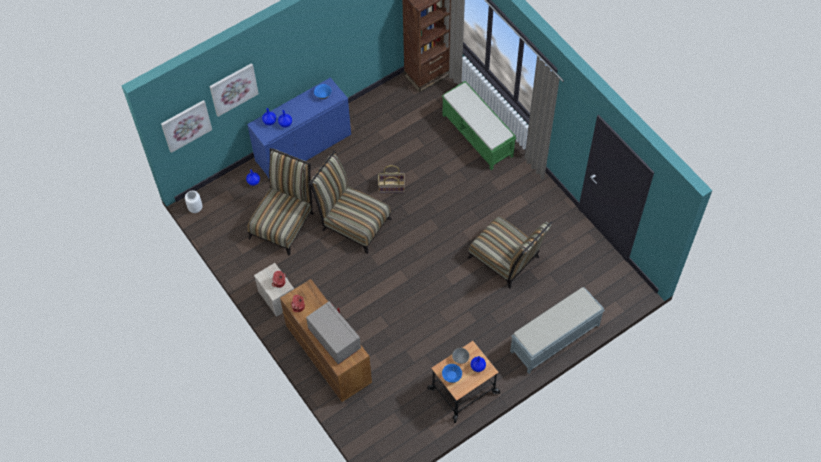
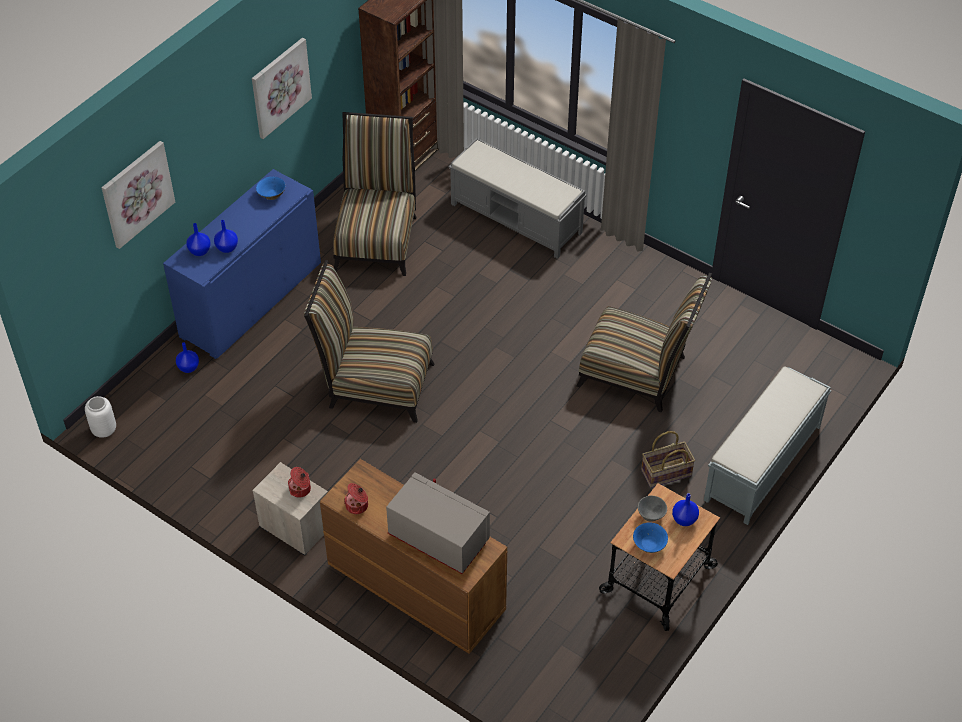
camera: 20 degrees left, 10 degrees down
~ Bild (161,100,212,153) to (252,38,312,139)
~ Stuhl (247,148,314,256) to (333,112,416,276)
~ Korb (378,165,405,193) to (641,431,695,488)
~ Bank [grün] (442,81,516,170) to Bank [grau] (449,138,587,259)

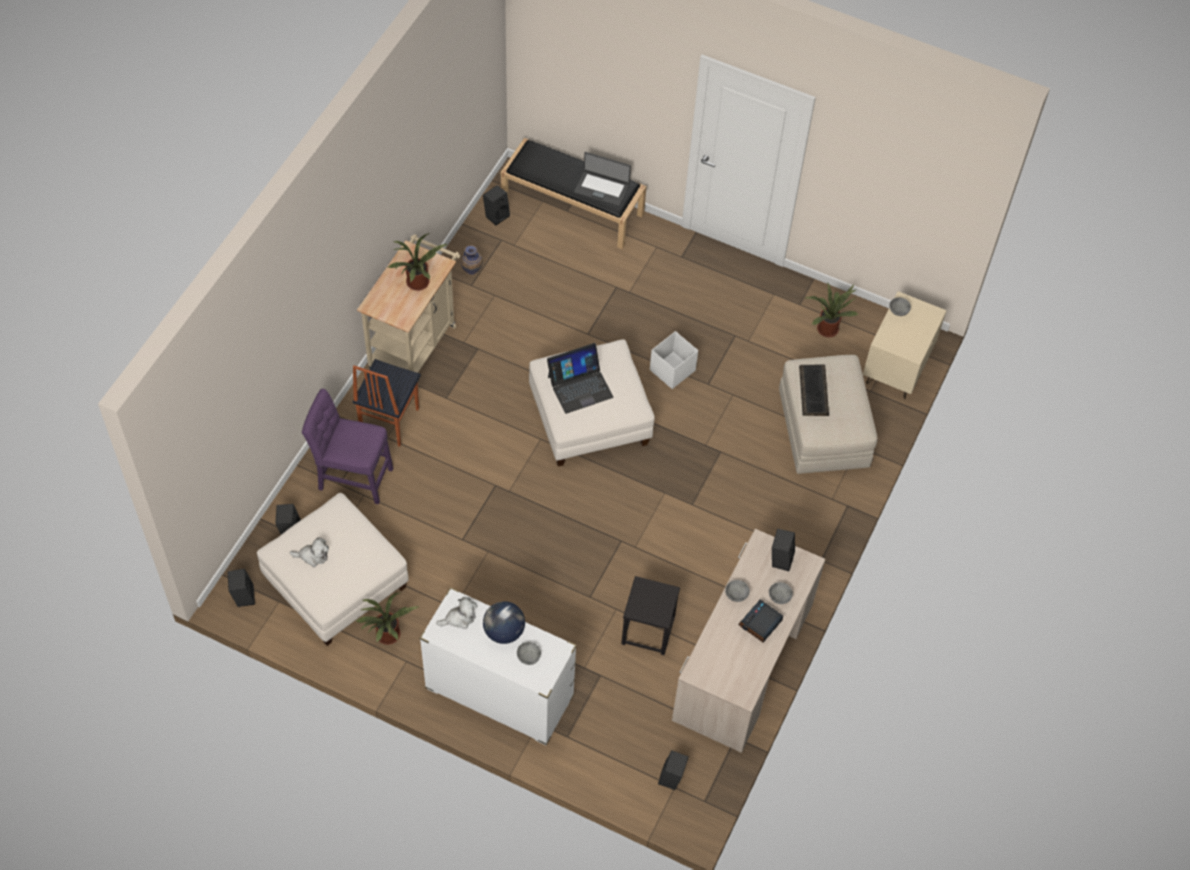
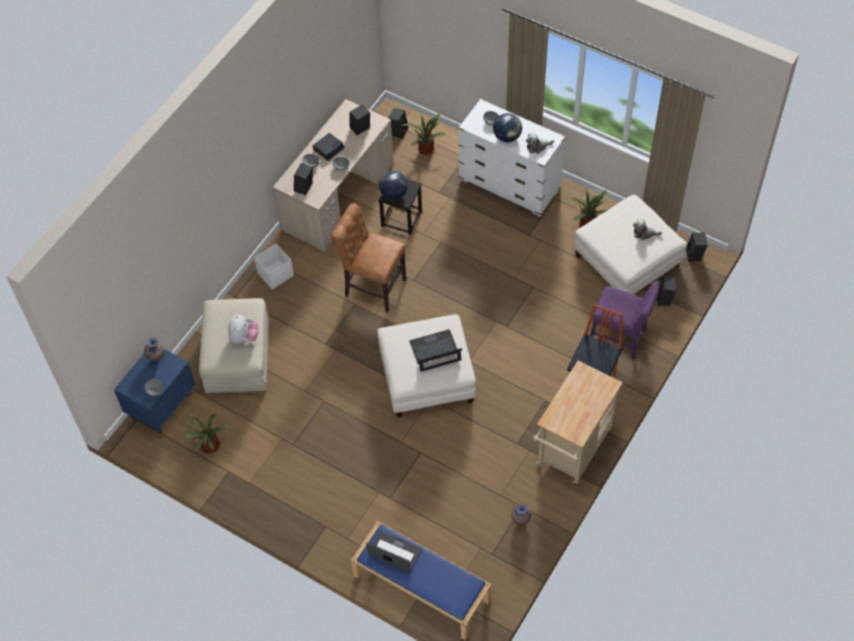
camera: 170 degrees left, 0 degrees up
+ Vase (144,337,164,361)
+ Stuhl [braun] (331,203,406,313)
+ Globus (379,171,408,200)
~ Topfpflanze (387,233,447,291) to (403,112,447,155)
~ Lautsprecher [schwarz] (483,185,510,225) to (349,104,370,135)
~ Aufbewahrungsbox [weiß] (650,331,698,389) to (254,244,294,290)
~ Tastatur (799,365,829,416) to Plüschtier (228,315,259,344)
~ Bank [schwarz] (501,138,646,249) to Bank [blau] (351,521,491,641)
~ Nachttisch [beige] (863,291,947,399) to Nachttisch [blau] (114,349,195,433)

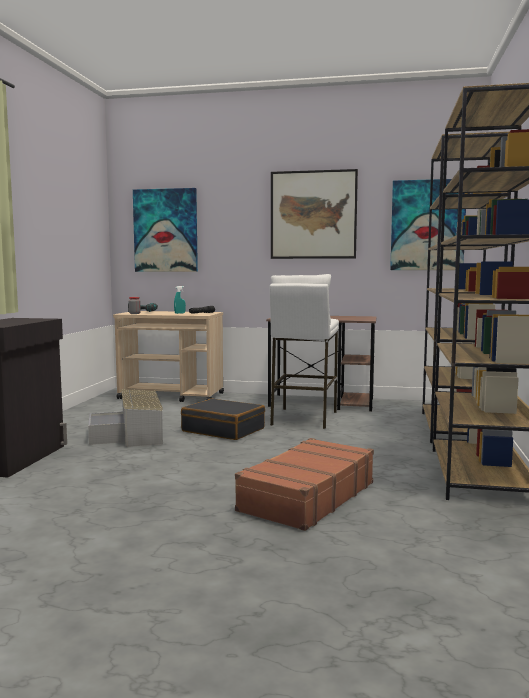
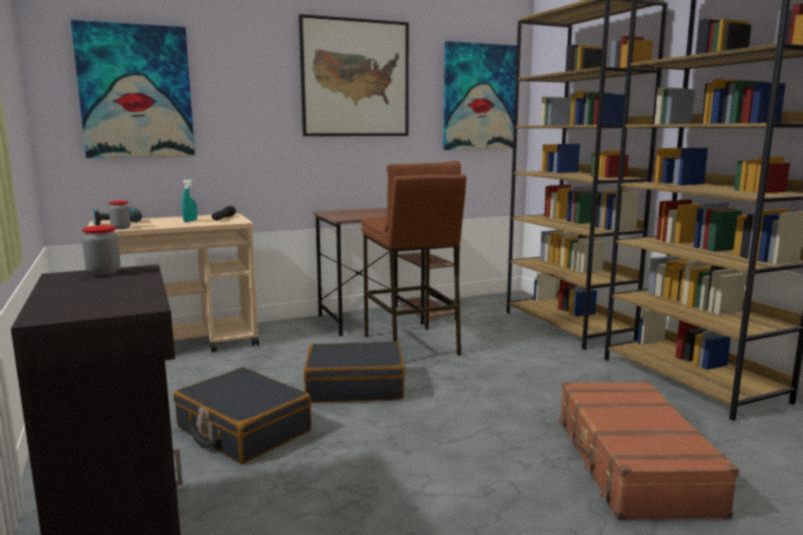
camera: 35 degrees left, 5 degrees up
+ Vorratsglas (82,225,120,276)
~ Aufbewahrungsbox [grau] (88,389,163,447) to Koffer [schwarz] (173,367,312,464)
~ Hocker [weiß] (270,274,339,429) to Hocker [braun] (361,161,467,356)

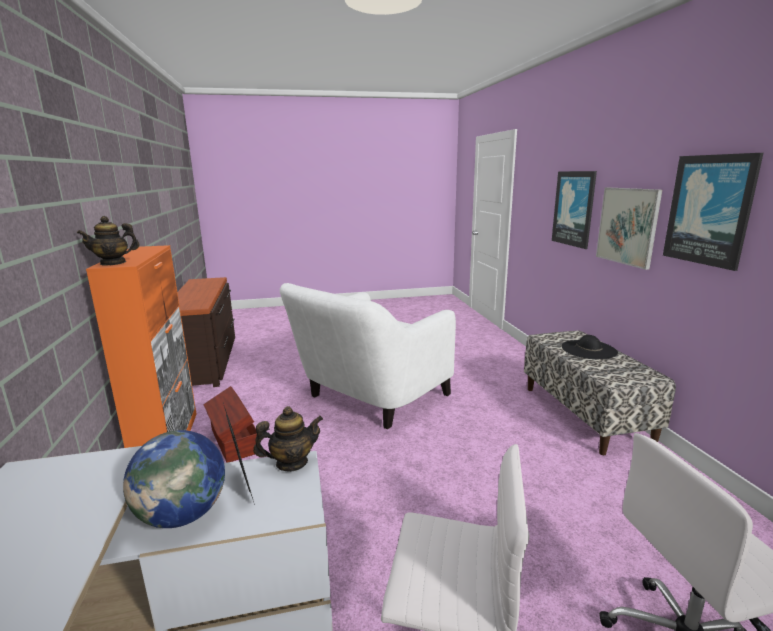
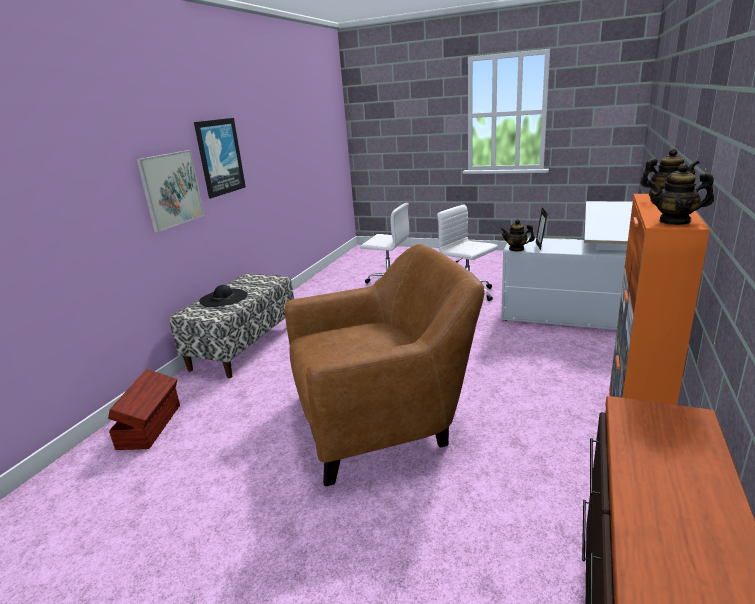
camera: 145 degrees left, 5 degrees up
- Globus (123,430,225,528)
- Bild (552,171,597,249)
+ Teekanne (646,163,714,225)
~ Aufbewahrungsbox [braun] (203,386,257,463) to (108,369,180,450)
~ Sessel [weiß] (280,283,456,429) to Sessel [braun] (285,244,485,486)

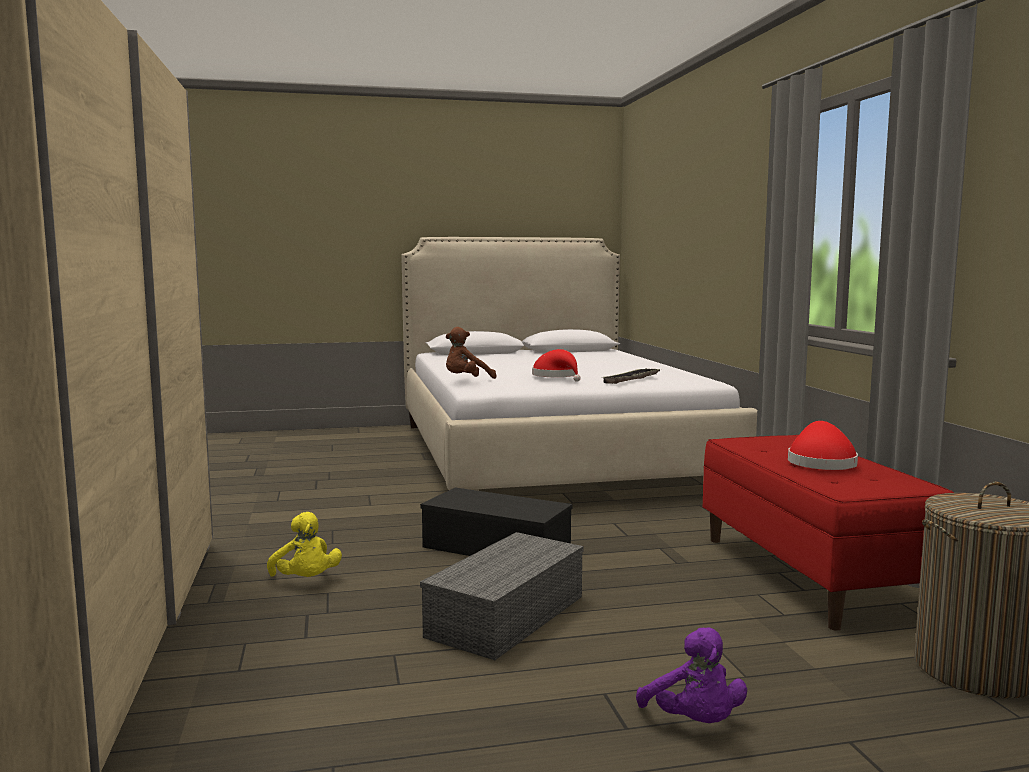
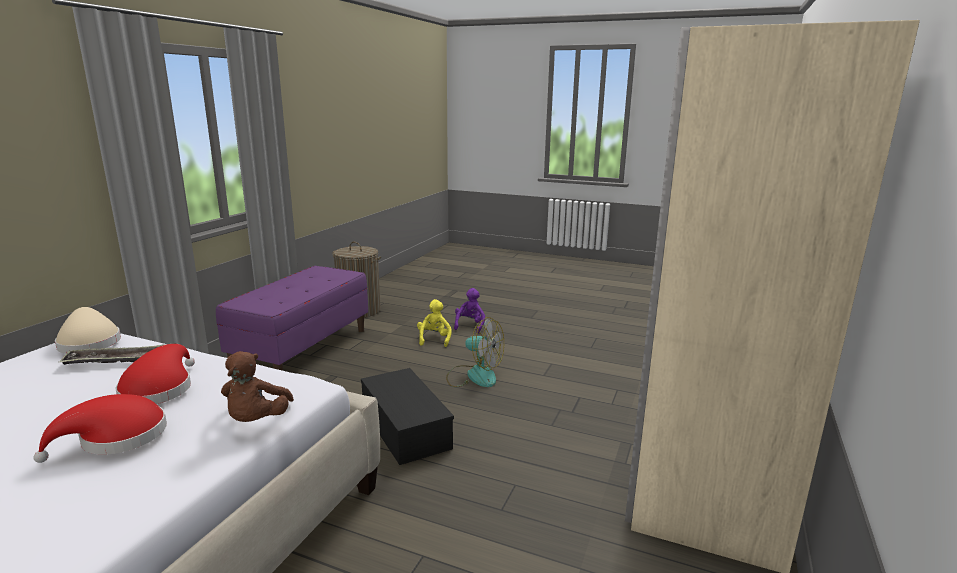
camera: 145 degrees left, 10 degrees up
+ Hut [beige] (55,307,121,354)
~ Plüschtier [gelb] (267,512,342,577) to (417,299,452,347)
~ Hut [rot] (788,421,858,470) to (33,394,167,463)
~ Aufbewahrungsbox [grau] (420,532,584,660) to Ventilator (446,317,504,387)
~ Bank [rot] (703,435,954,631) to Bank [lila] (216,266,368,371)
~ Plüschtier [braun] (446,327,496,379) = (221,351,294,422) 90 degrees clockwise

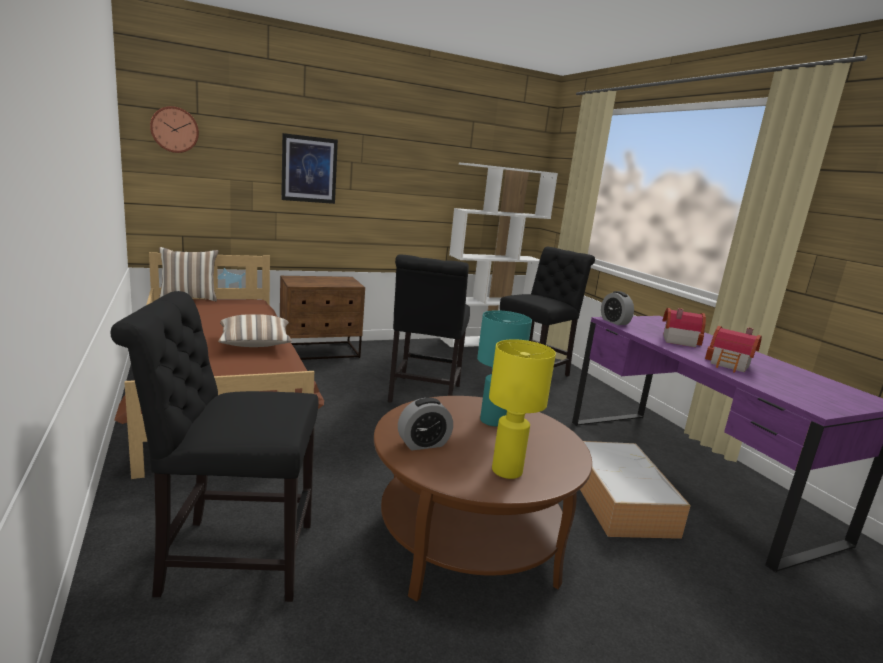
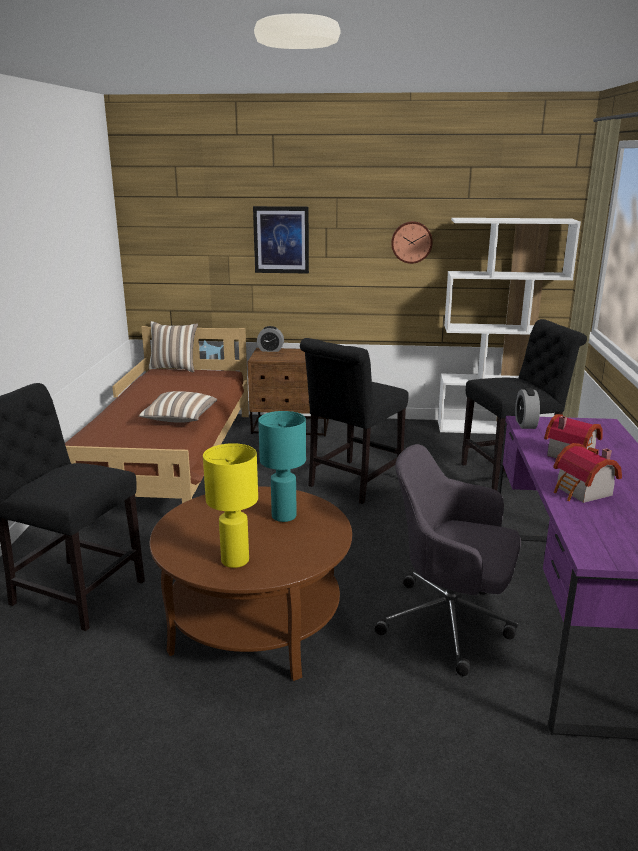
camera: 30 degrees right, 5 degrees up
~ Wanduhr (150,106,199,153) to (391,221,433,264)
~ Wecker (398,398,453,450) to (257,326,284,352)
~ Aufbewahrungsbox (580,441,691,539) to Bürostuhl [grau] (375,444,521,676)

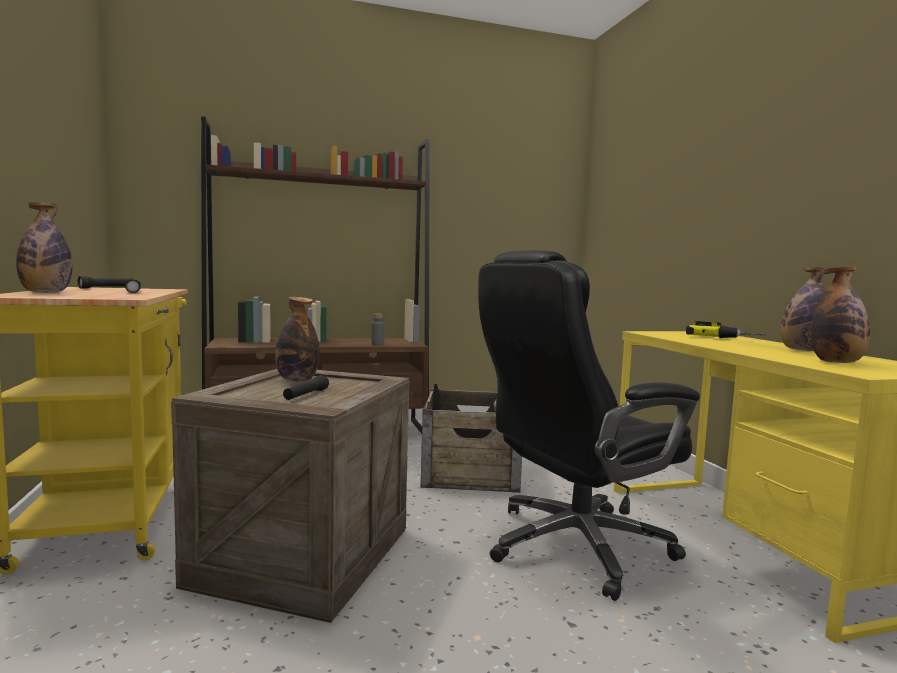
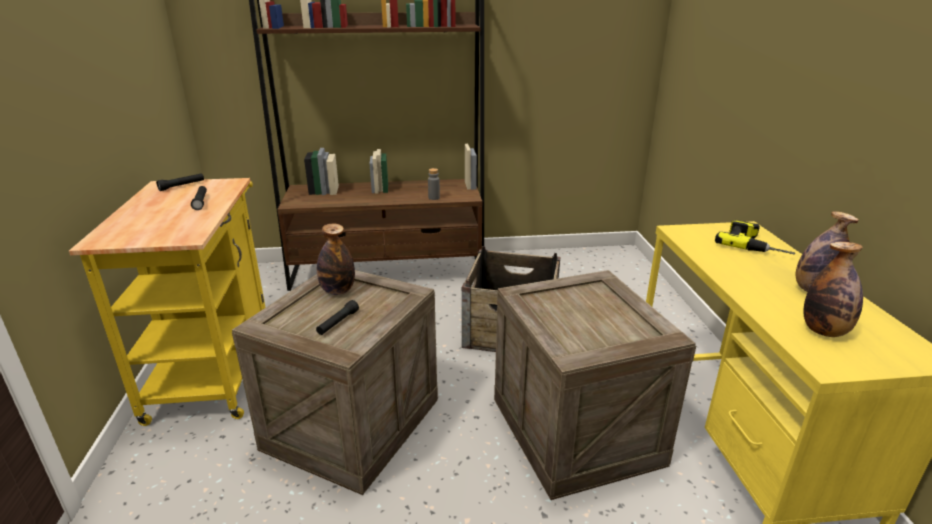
camera: 10 degrees right, 20 degrees up
- Flasche (16,202,72,293)
~ Bürostuhl [schwarz] (478,250,700,601) to Kiste (494,270,696,500)

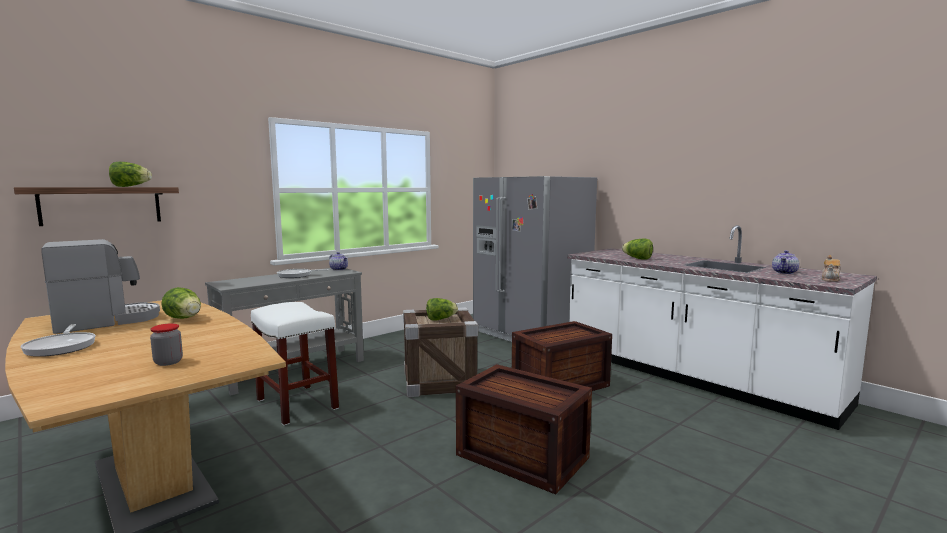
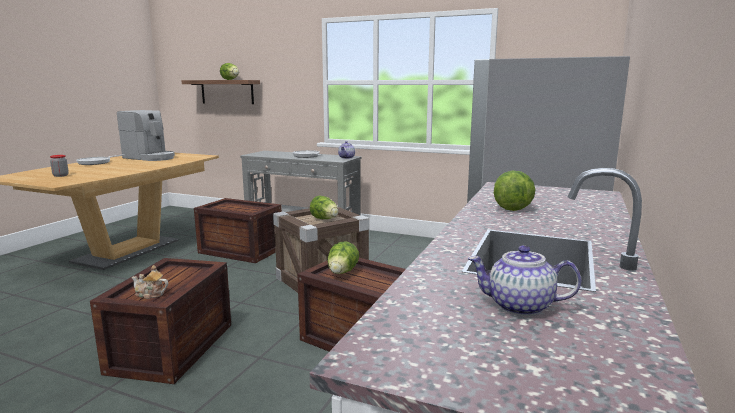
camera: 65 degrees right, 5 degrees up
~ Salatkopf (161,287,201,319) to (327,241,359,274)
~ Teekanne (822,255,841,282) to (132,265,168,299)
~ Hocker [weiß] (251,302,339,426) to Kiste (194,198,282,263)

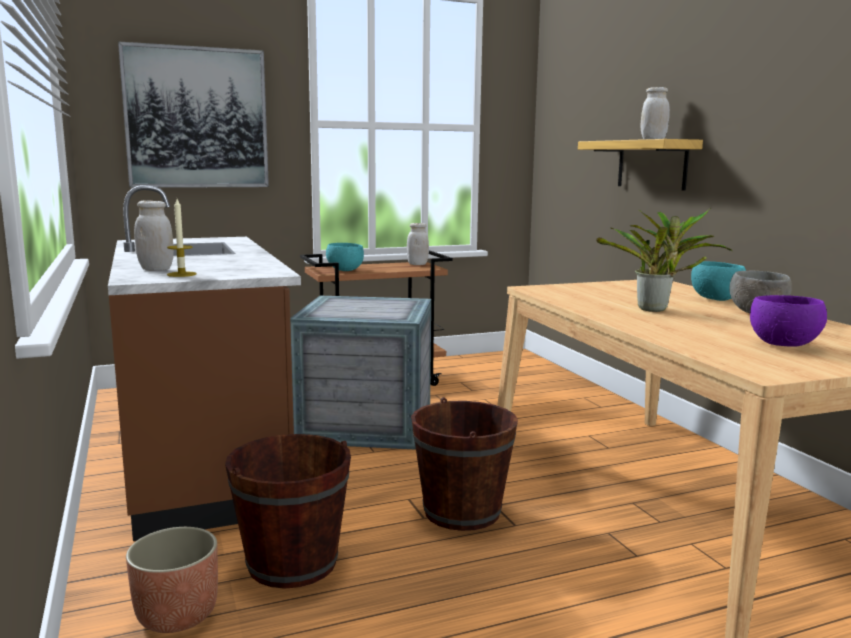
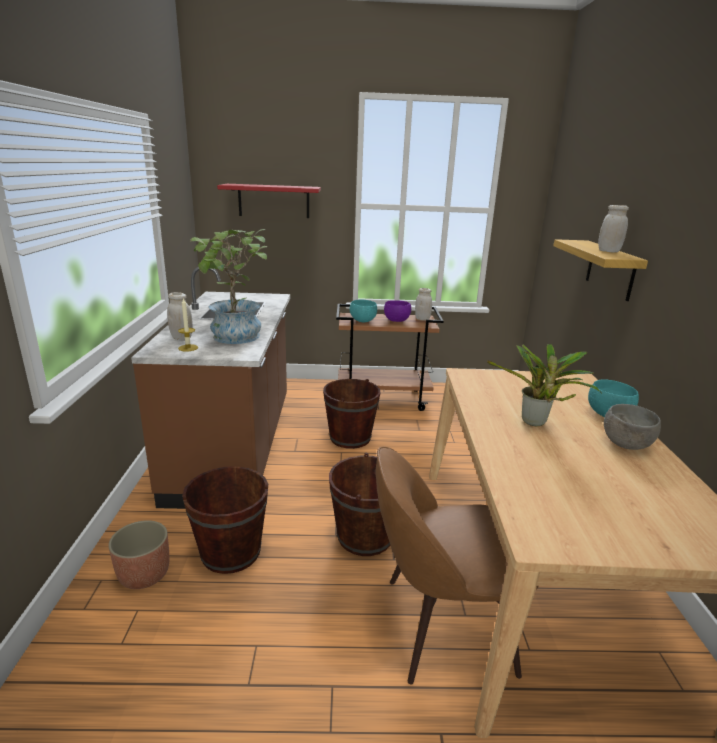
camera: 20 degrees right, 10 degrees up
+ Topfpflanze (190,229,267,344)
+ Stuhl [braun] (375,447,539,684)
~ Schüssel [lila] (750,295,827,347) to (384,300,411,322)
~ Bild (118,41,269,188) to Wandregal [rot] (217,184,321,218)
~ Kiste (290,296,431,450) to Eimer [braun] (323,379,380,449)

